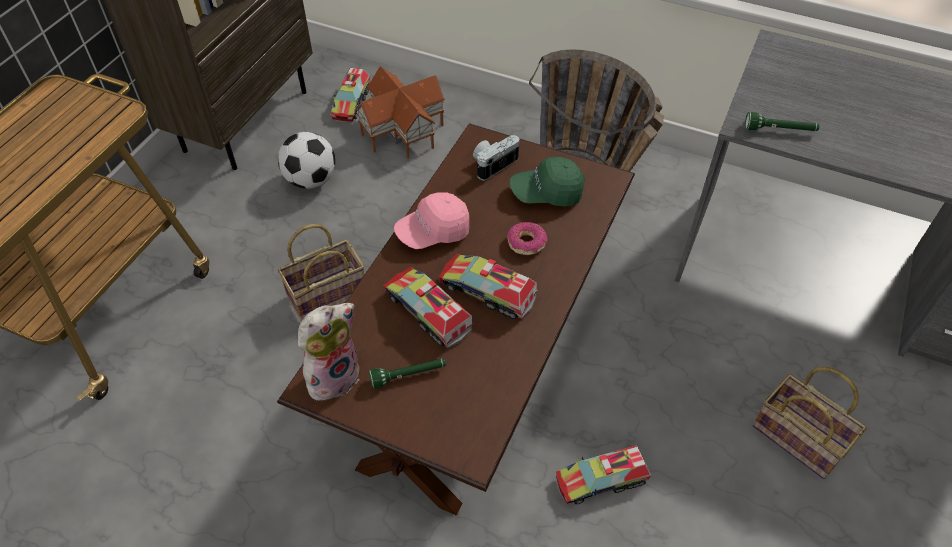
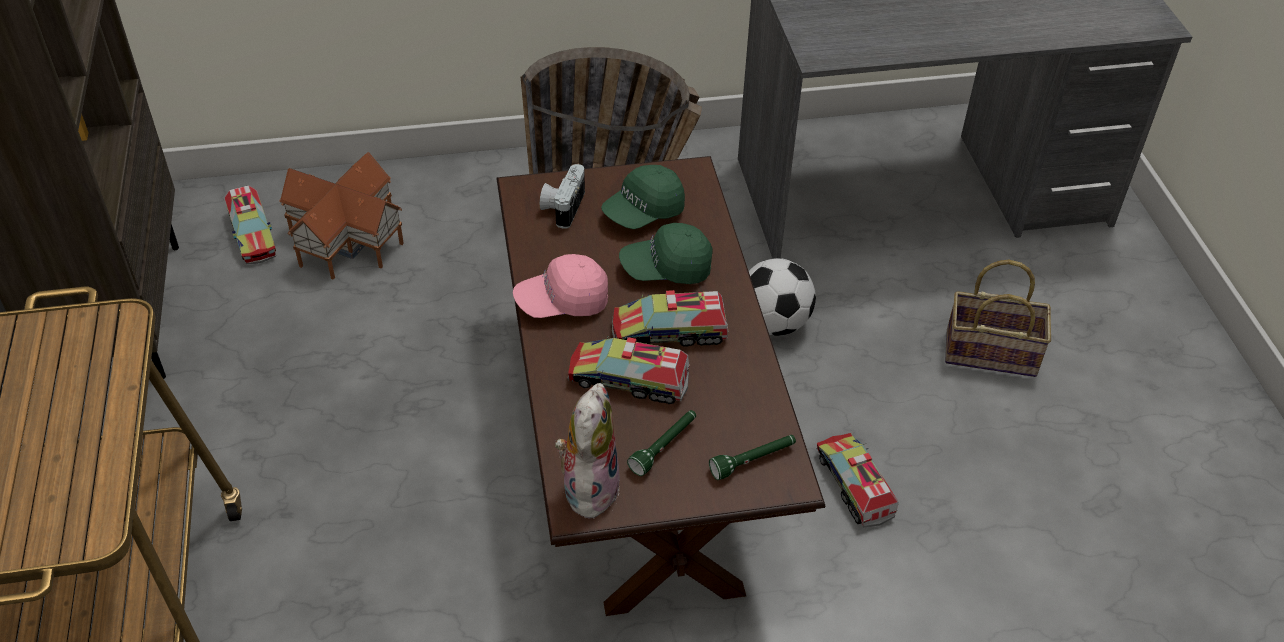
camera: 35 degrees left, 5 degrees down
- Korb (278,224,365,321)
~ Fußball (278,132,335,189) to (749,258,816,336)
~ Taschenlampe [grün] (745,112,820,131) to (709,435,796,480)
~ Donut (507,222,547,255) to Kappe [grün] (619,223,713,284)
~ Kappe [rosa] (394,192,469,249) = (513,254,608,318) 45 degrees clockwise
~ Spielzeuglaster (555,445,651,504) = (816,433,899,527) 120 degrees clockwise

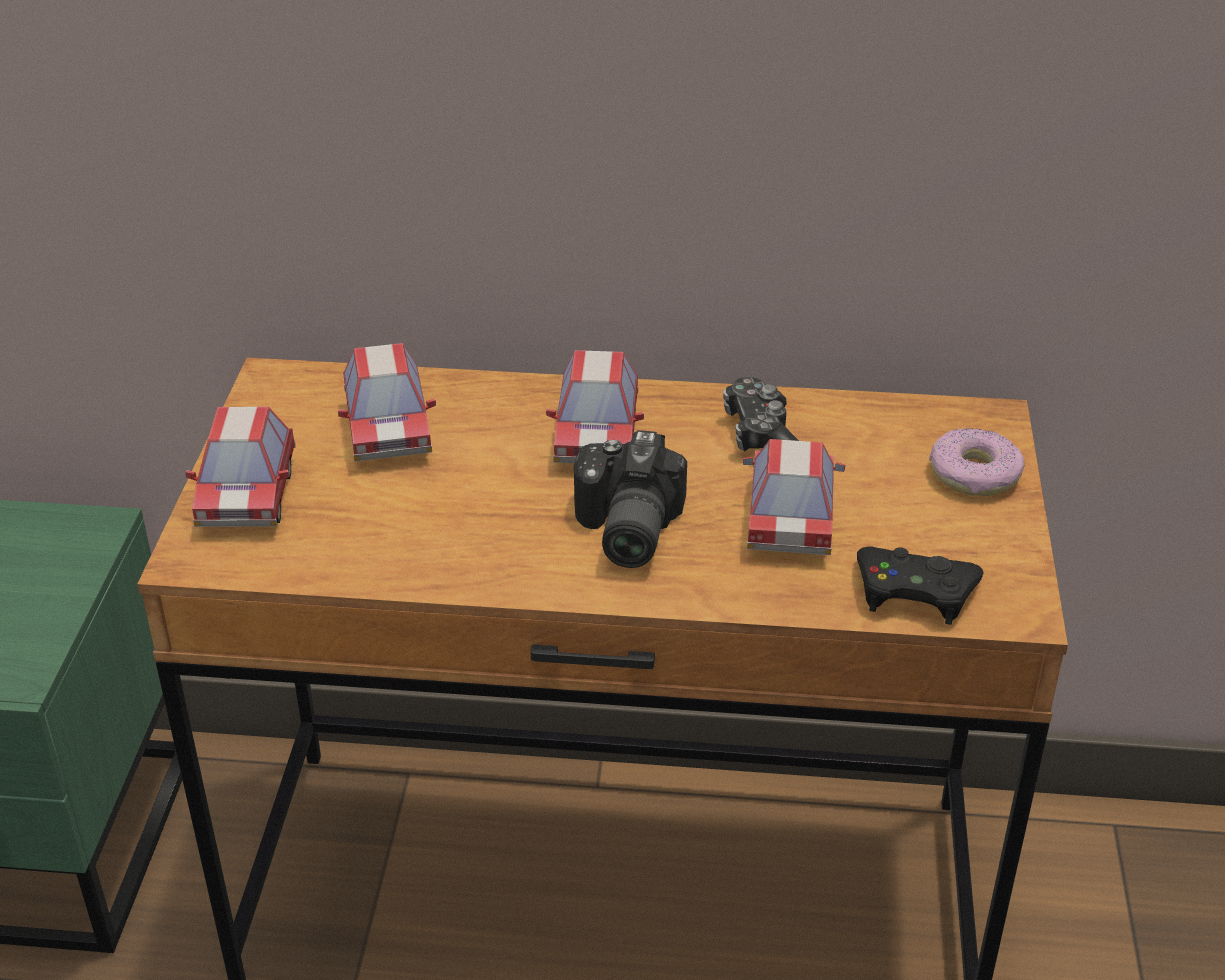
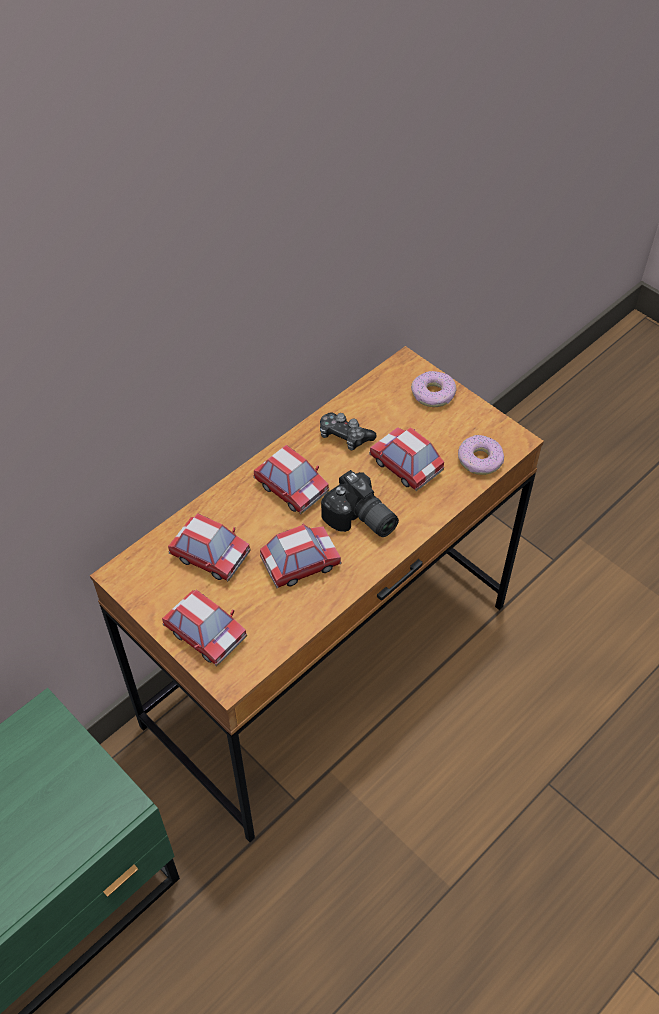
camera: 50 degrees left, 15 degrees up
+ Spielzeugauto (260,523,341,589)
~ Gamepad [schwarz] (857,547,984,625) to Donut (458,435,504,475)

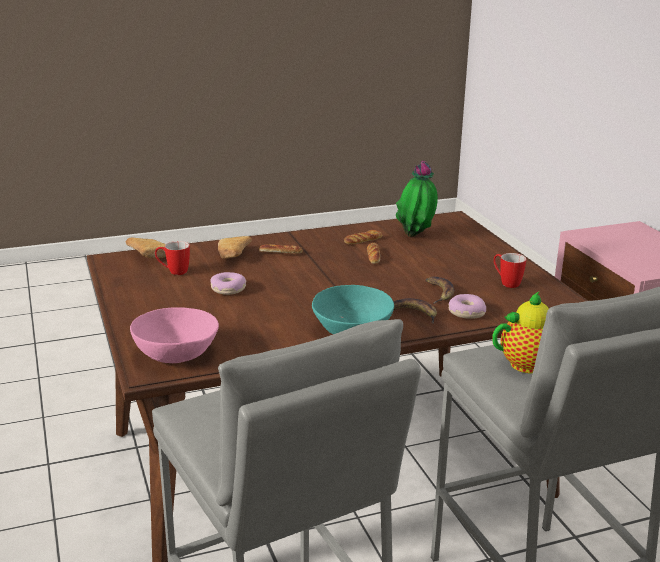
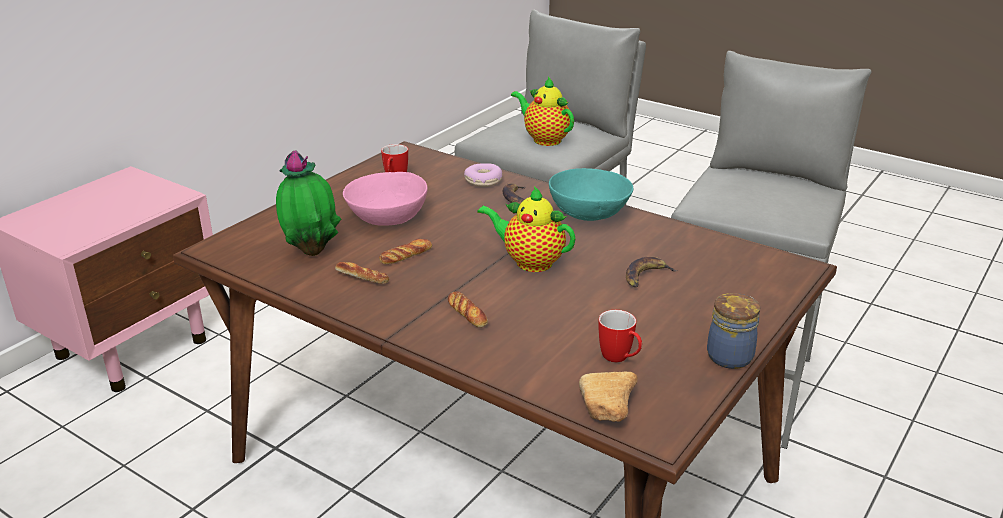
camera: 125 degrees left, 5 degrees up
- Donut (210,272,246,295)
- Brot (218,236,252,259)
+ Teekanne (477,186,576,272)
+ Vorratsglas (707,293,760,369)
~ Schüssel [rosa] (130,307,219,363) to (343,172,428,226)
~ Banane (426,276,454,304) to (626,257,678,288)

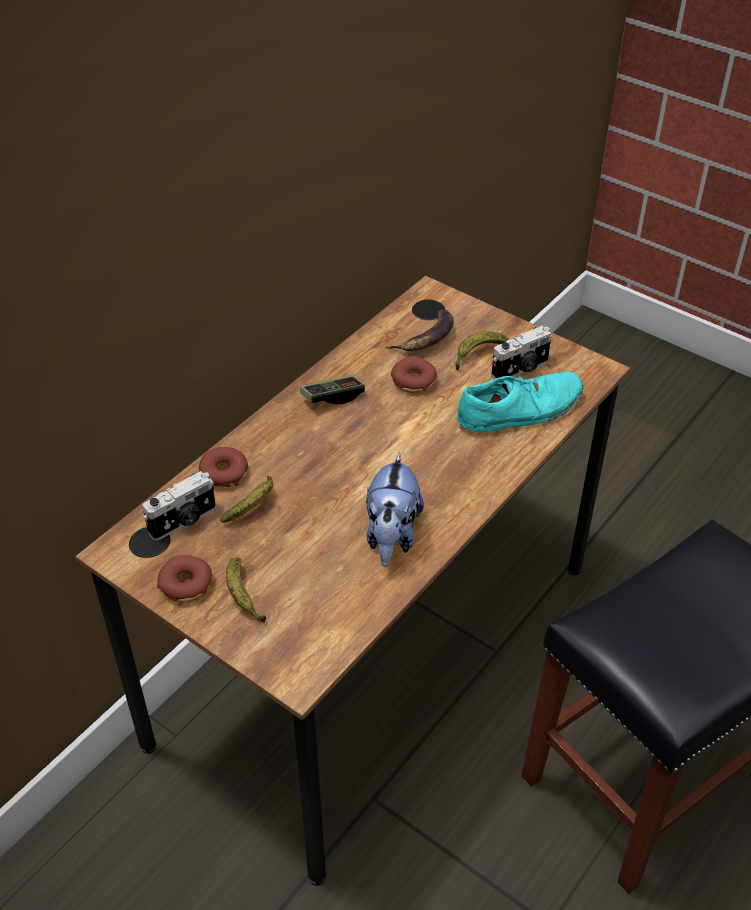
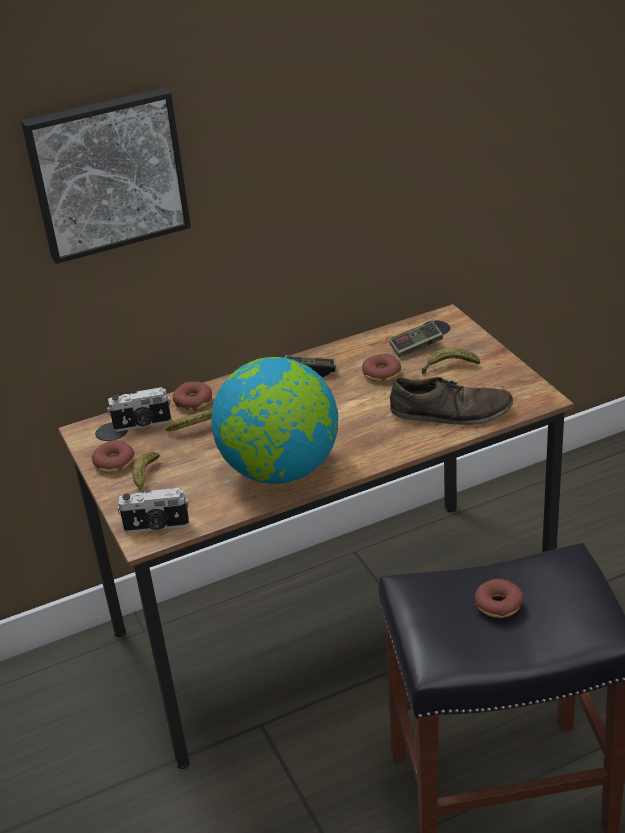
camera: 30 degrees right, 10 degrees down
+ Bild (21,88,191,264)
+ Donut (475,579,524,618)
~ Kamera (491,326,551,379) to (117,488,189,533)
~ Plüschtier (366,452,424,567) to Globus (211,357,338,484)
~ Banane (386,310,454,351) to Gamepad (389,321,443,358)
~ Schuh [türkis] (457,372,583,432) to Schuh [braun] (390,377,513,425)

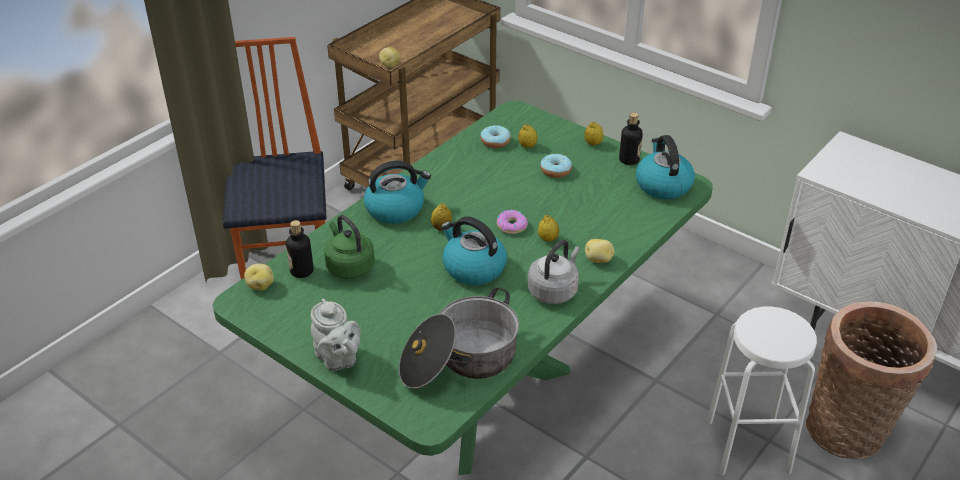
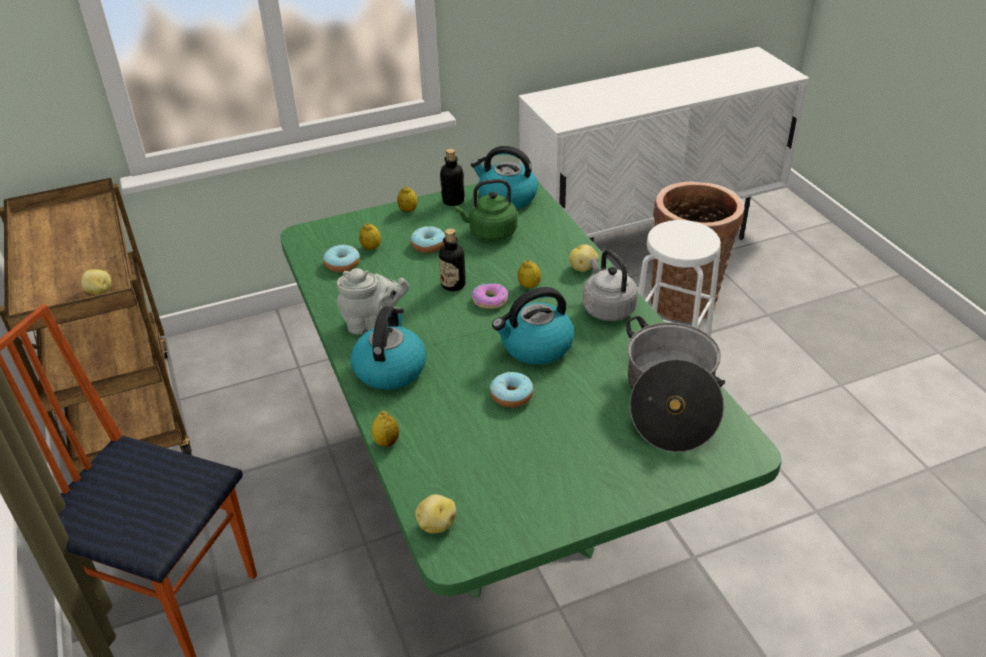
camera: 60 degrees left, 0 degrees up
+ Donut (490,372,533,408)
~ Flasche (286,220,314,278) to (439,229,466,291)
~ Teekanne [grau] (310,298,361,371) to (337,268,409,334)
~ Wasserkessel [grün] (324,215,375,279) to (454,179,517,241)
~ Zitrone (431,203,452,231) to (372,411,399,447)

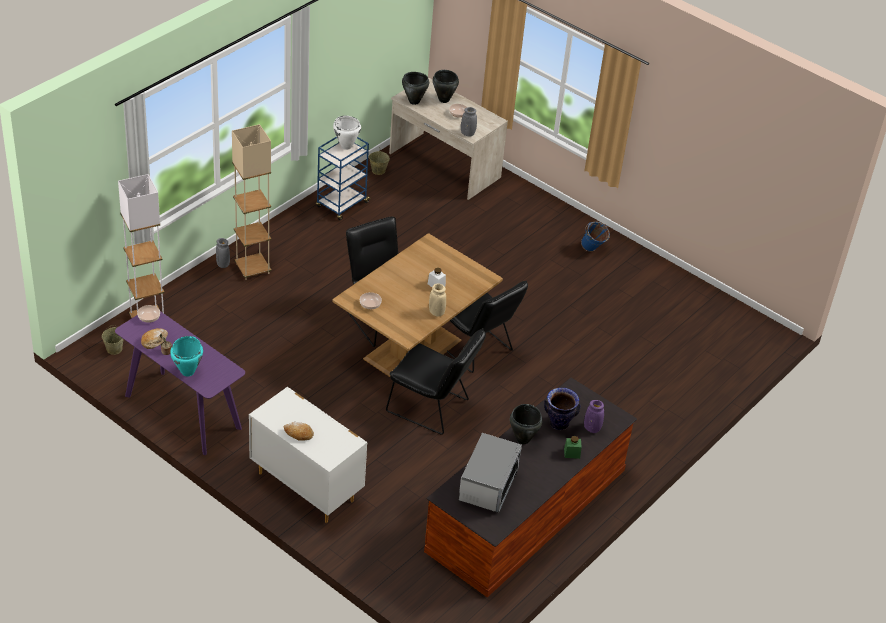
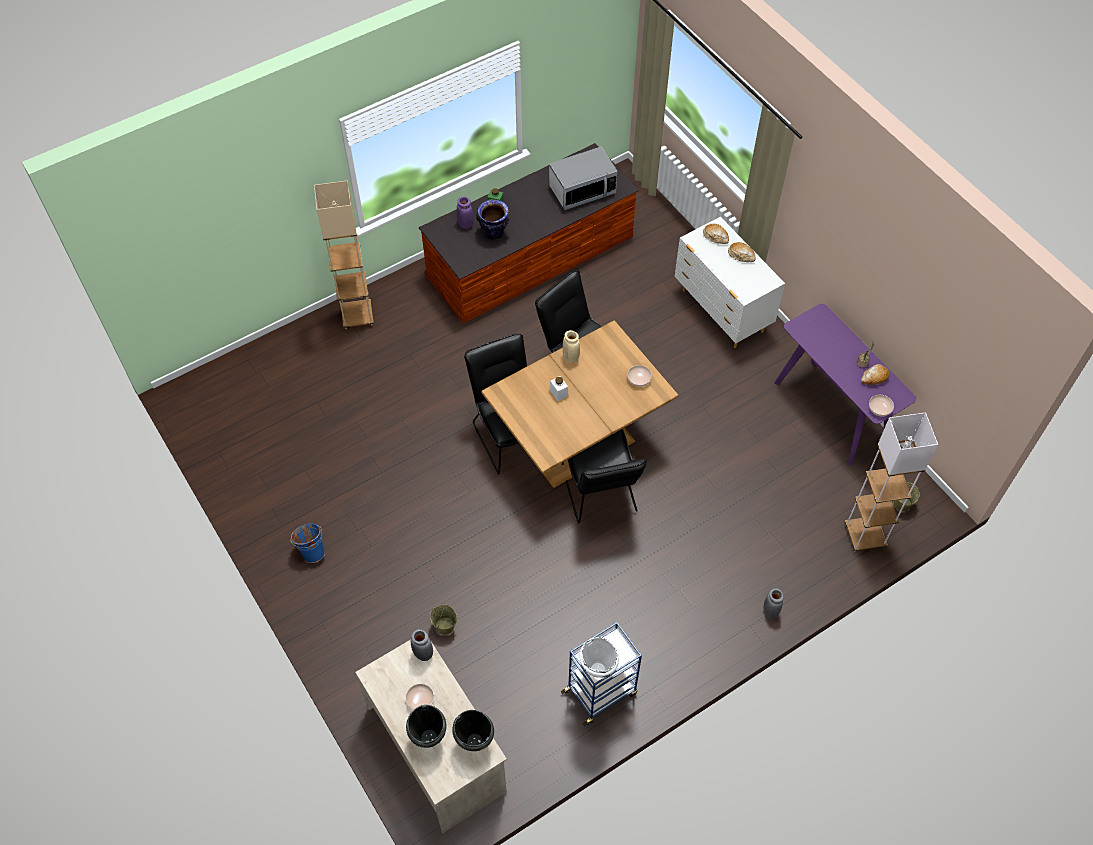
camera: 160 degrees left, 15 degrees up
- Kochtopf [türkis] (170,336,203,377)
- Kochtopf [schwarz] (510,404,542,444)
+ Brot (703,224,729,244)
~ Stehlampe [beige] (232,124,271,280) to (314,180,374,329)
~ Eimer [beige] (369,149,390,175) to (430,605,457,635)
~ Mikrowelle (459,433,522,513) = (549,147,617,210) 150 degrees counterclockwise

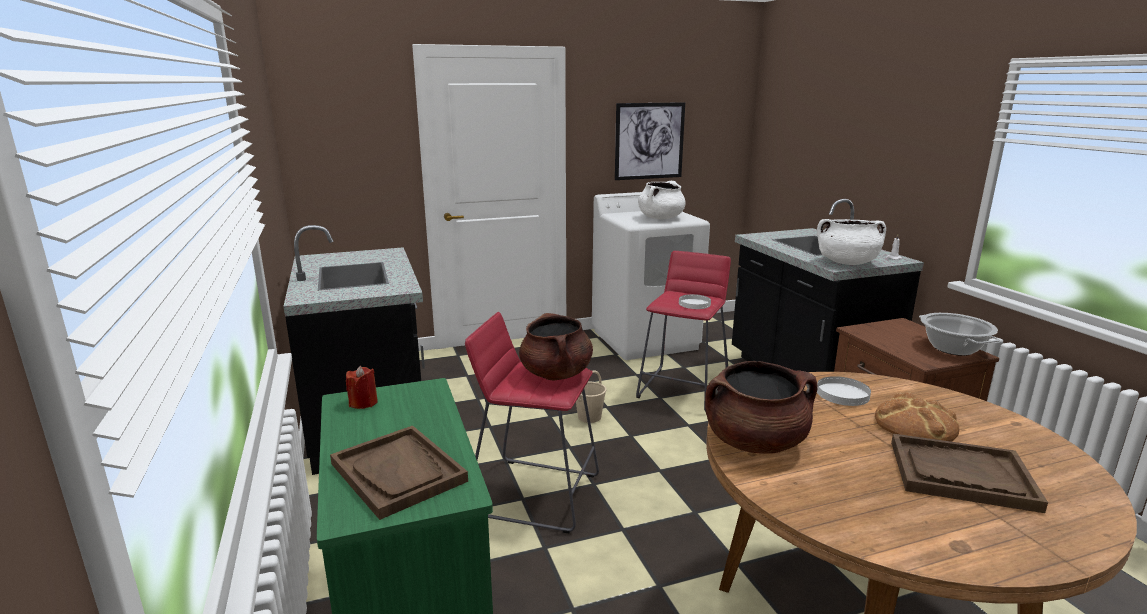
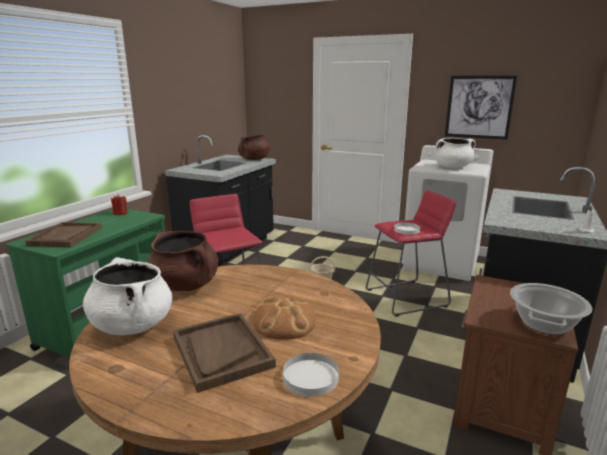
camera: 45 degrees right, 0 degrees up
~ Kochtopf [braun] (519,313,593,381) to (238,134,270,160)
~ Kochtopf [weiß] (817,219,886,265) to (83,257,172,335)
~ Teller [weiß] (817,376,871,406) to (283,353,339,397)

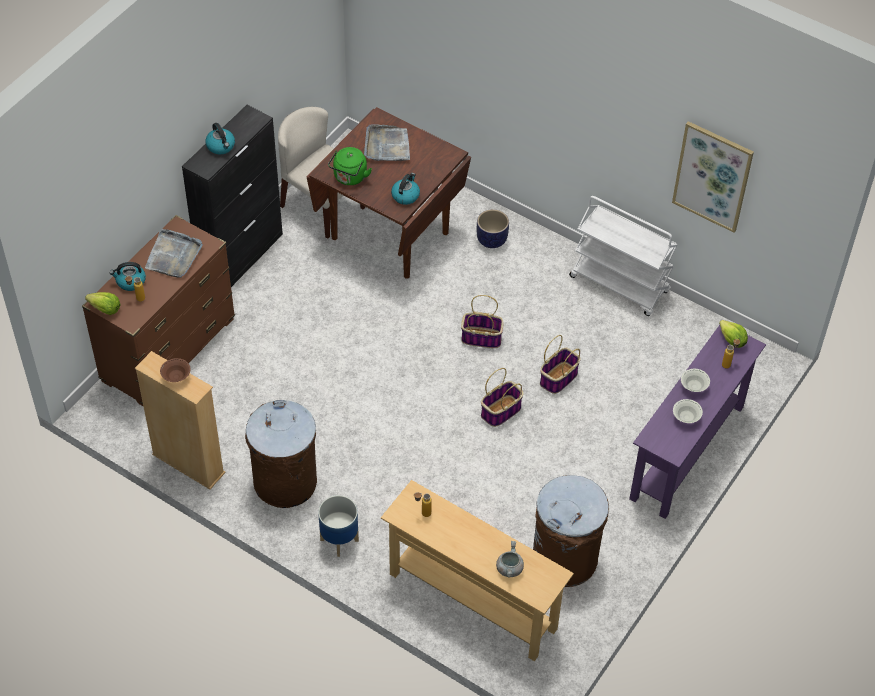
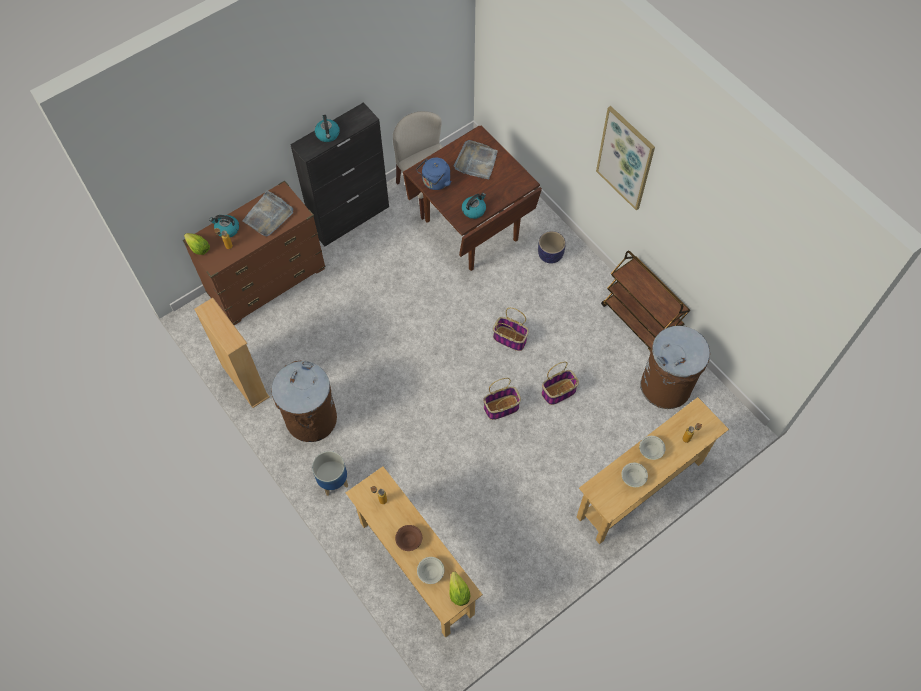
camera: 20 degrees right, 10 degrees up
~ Schüssel [braun] (160,358,191,382) to (395,525,422,551)
~ Mülleimer [braun] (533,475,609,587) to (640,326,710,409)
~ Bild (672,121,754,233) to (596,106,655,210)
~ Salatkopf (719,320,748,348) to (449,572,470,606)
~ Kochtopf [grau] (496,541,524,578) to Schüssel [weiß] (417,557,444,584)
~ Wasserkessel [grün] (328,147,372,185) to Wasserkessel [blau] (416,158,451,190)
~ Rollwagen [weiß] (569,196,678,316) to Rollwagen [braun] (601,250,690,350)
~ Konsolentisch [lila] (629,325,766,519) to Konsolentisch [beige] (577,397,729,544)

